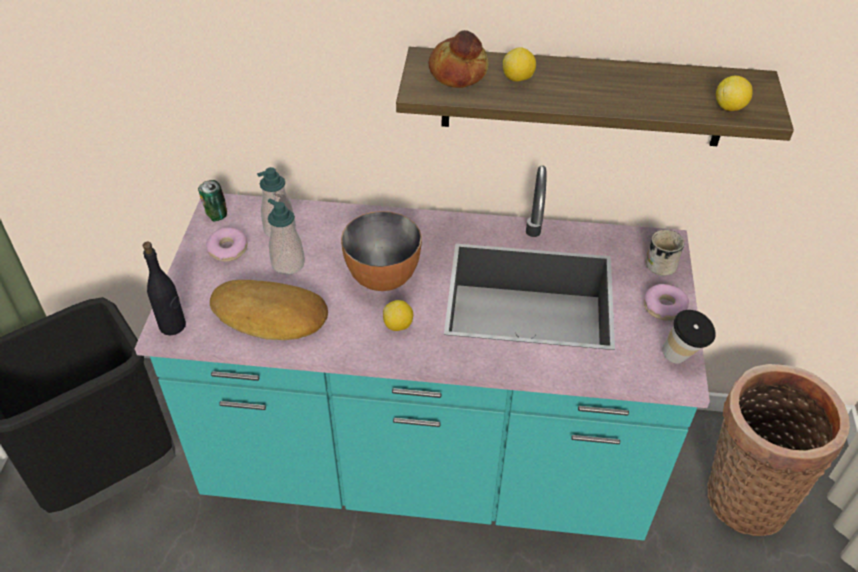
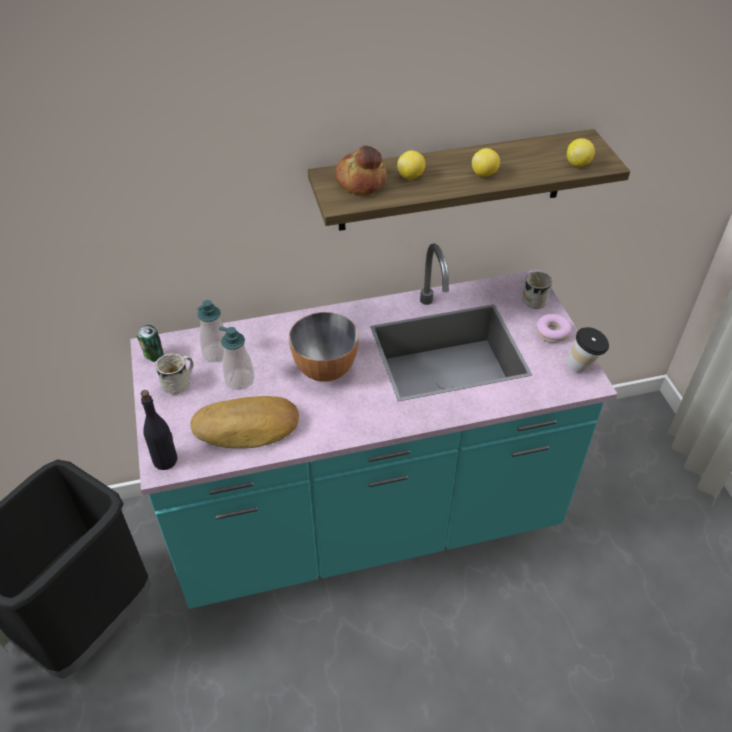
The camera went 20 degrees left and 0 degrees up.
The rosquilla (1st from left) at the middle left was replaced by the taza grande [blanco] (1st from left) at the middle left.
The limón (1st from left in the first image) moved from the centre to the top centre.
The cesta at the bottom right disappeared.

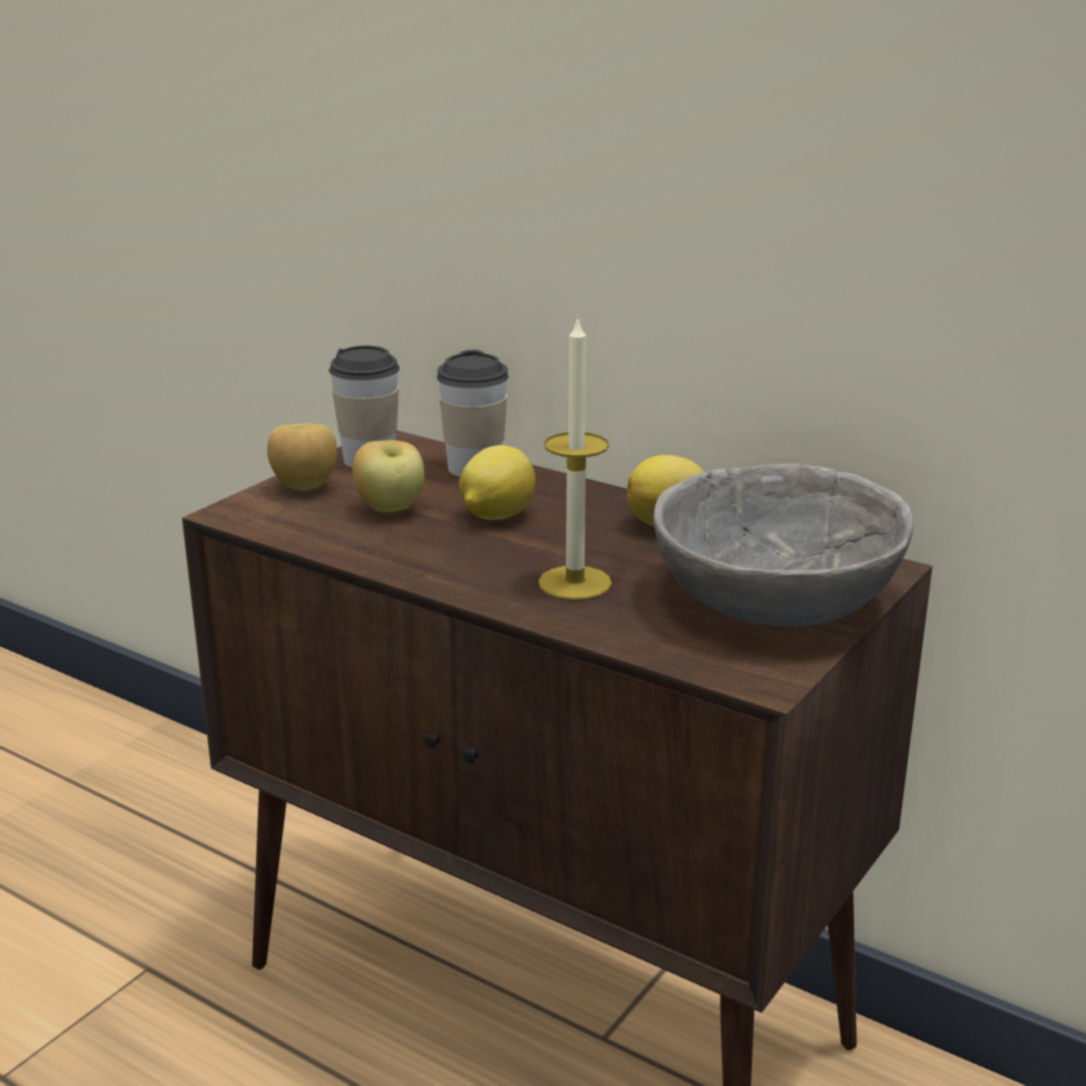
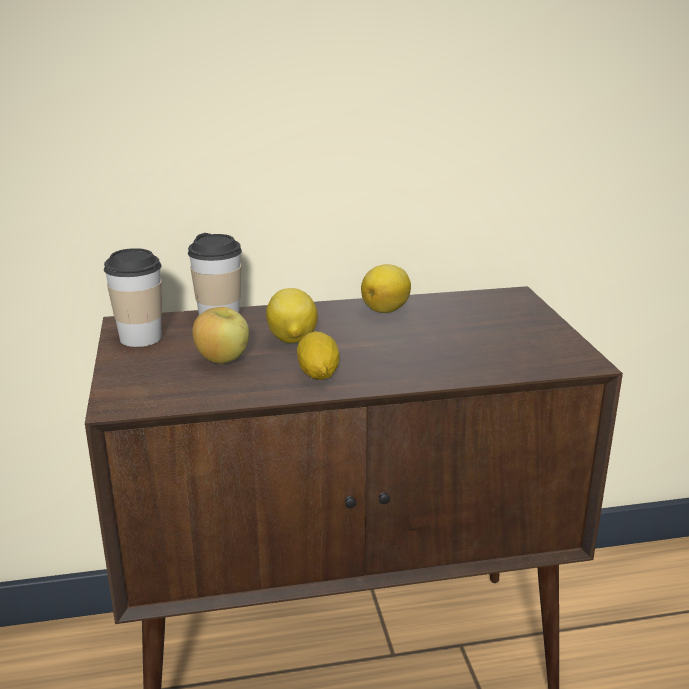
The camera went 45 degrees left and 0 degrees up.
The vela at the centre disappeared.
The manzana (1st from left) at the middle left disappeared.
The cuenco [gris] at the middle right disappeared.
The limón (2nd from left) at the centre appeared.

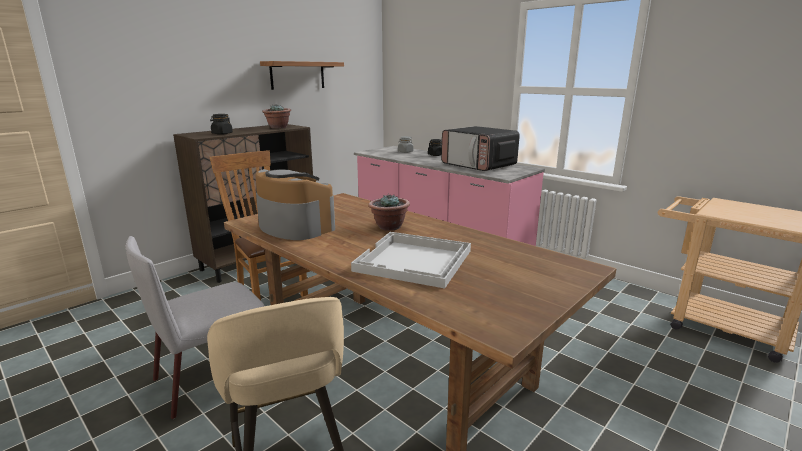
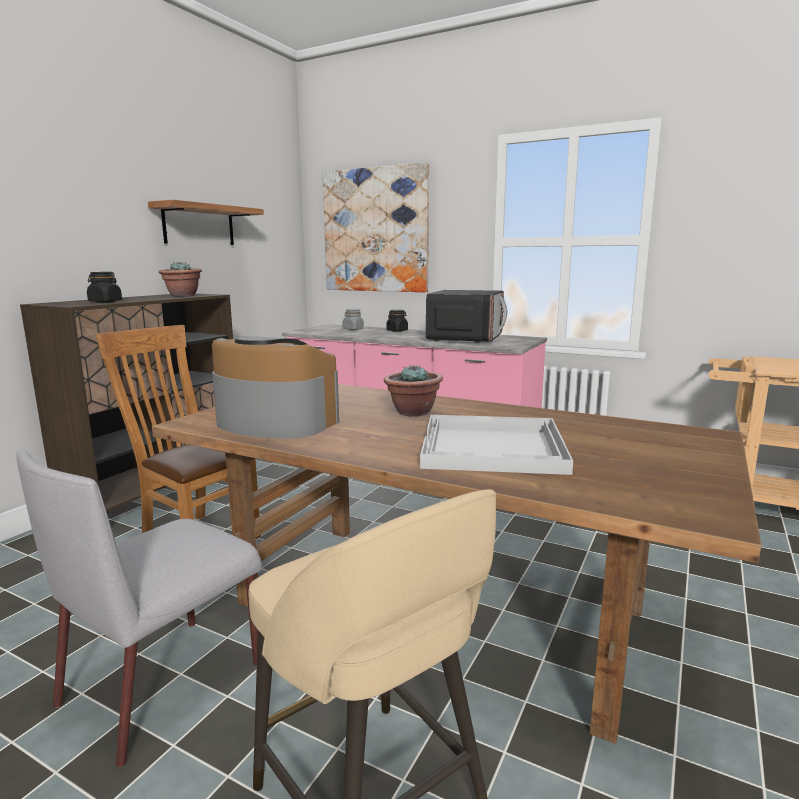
The camera went 15 degrees left and 5 degrees down.
The microondas at the top centre turned 105 degrees counterclockwise.
The cuadro at the top centre appeared.

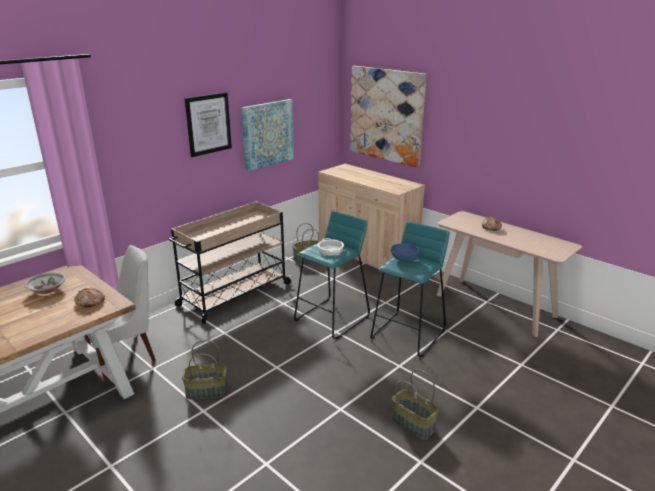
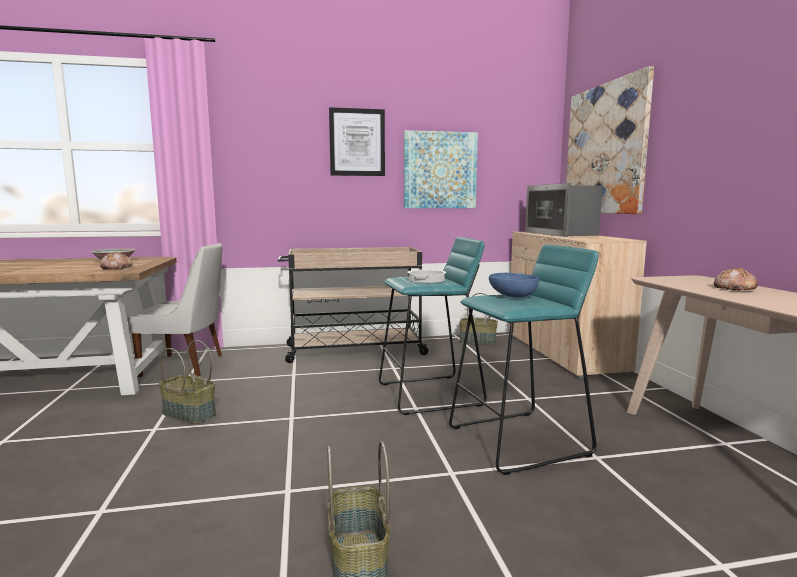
The camera went 35 degrees right and 15 degrees down.
The microondas at the middle right appeared.

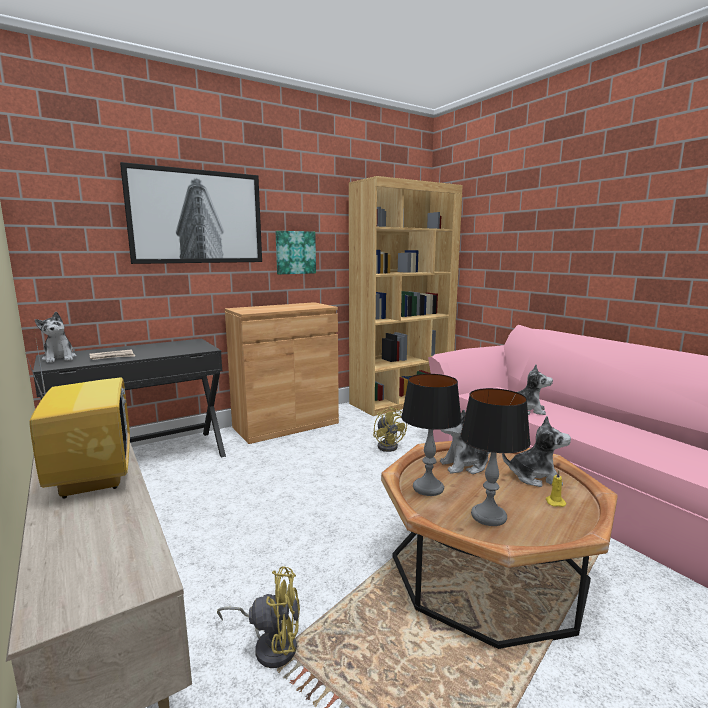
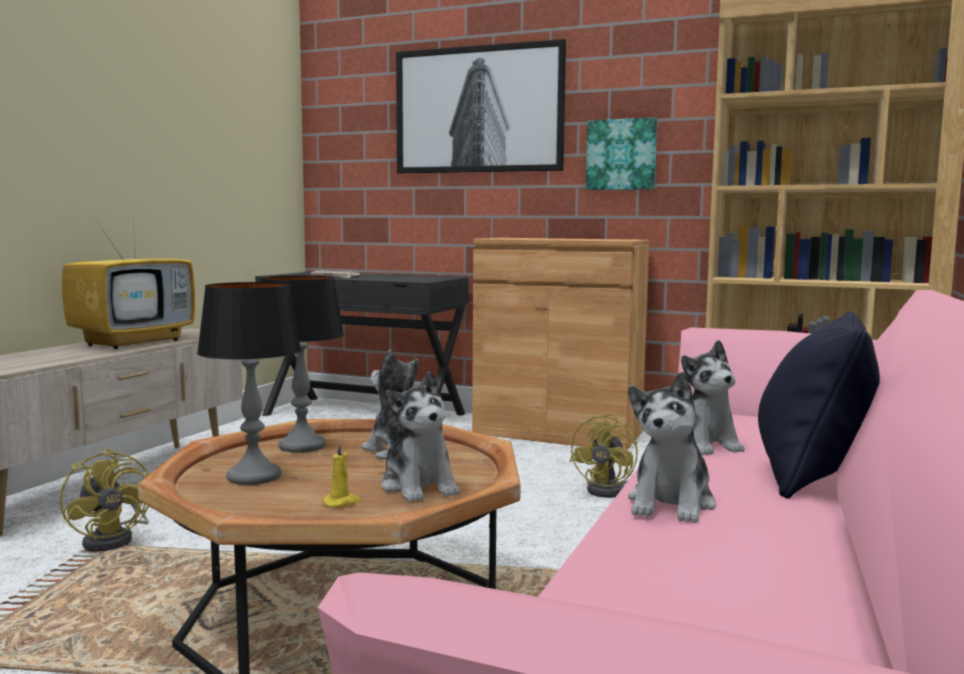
The camera went 55 degrees right and 5 degrees down.
The peluche (1st from left in the first image) moved from the middle left to the middle right.
The cojín [negro] at the middle right appeared.

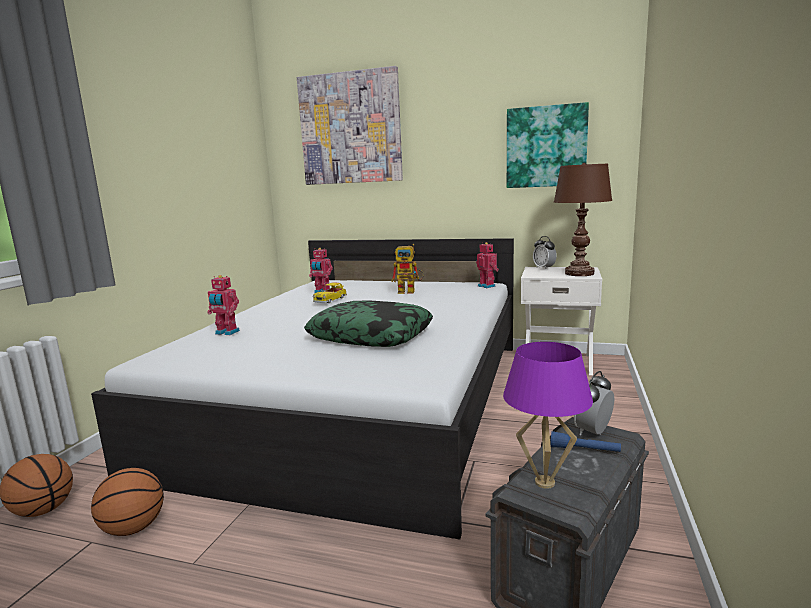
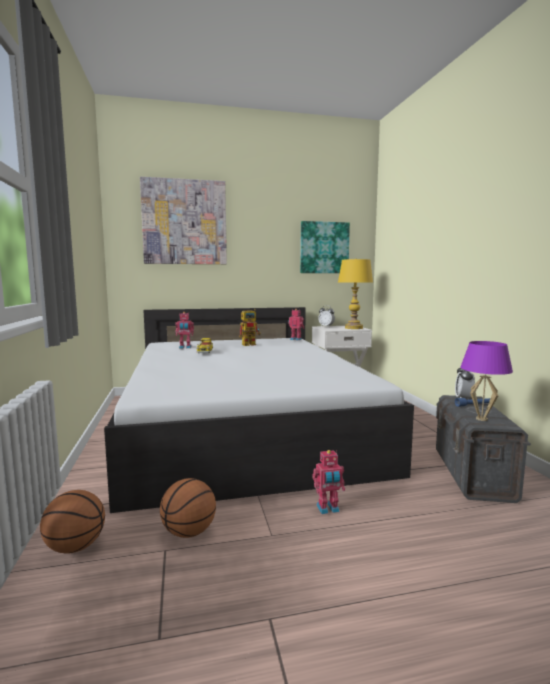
The camera went 30 degrees left and 5 degrees down.
The lámpara de mesa [marrón] at the middle right became the lámpara de mesa [amarillo] at the centre.
The robot de juguete (1st from left in the first image) moved from the middle left to the bottom centre.
The cojín at the centre disappeared.

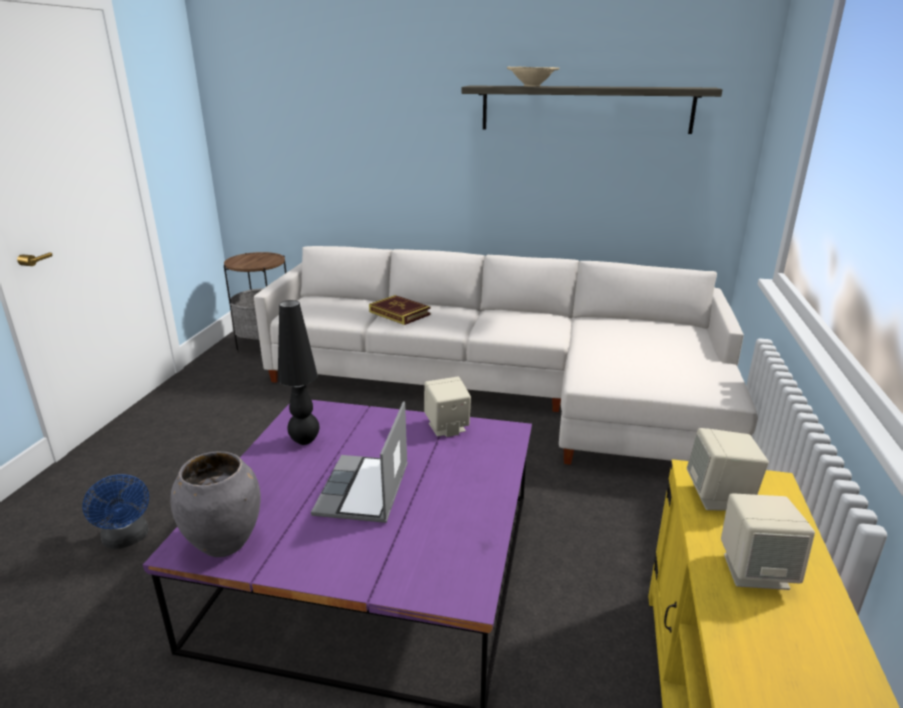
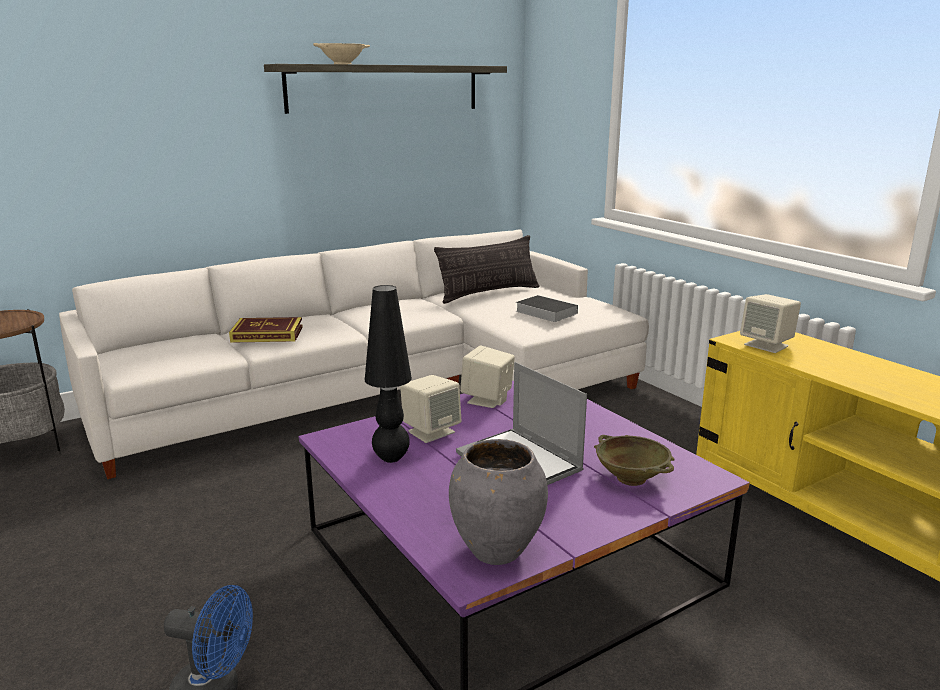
The camera went 45 degrees left and 5 degrees down.
The altavoz [beis] (3rd from left in the first image) moved from the bottom right to the centre.
The cojín at the centre appeared.
The libro (2nd from left) at the centre appeared.
The cuenco [beis] (2nd from left) at the bottom right appeared.

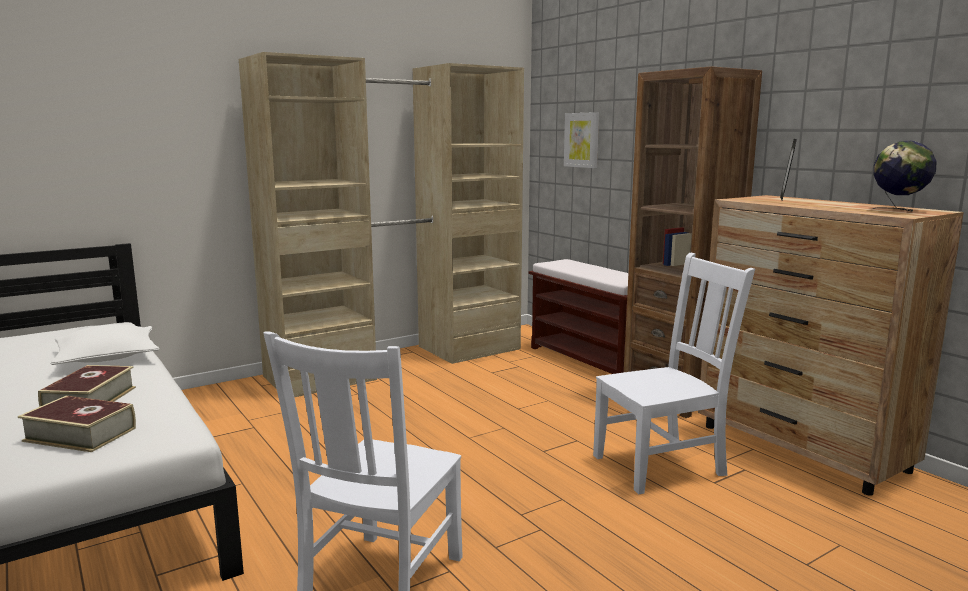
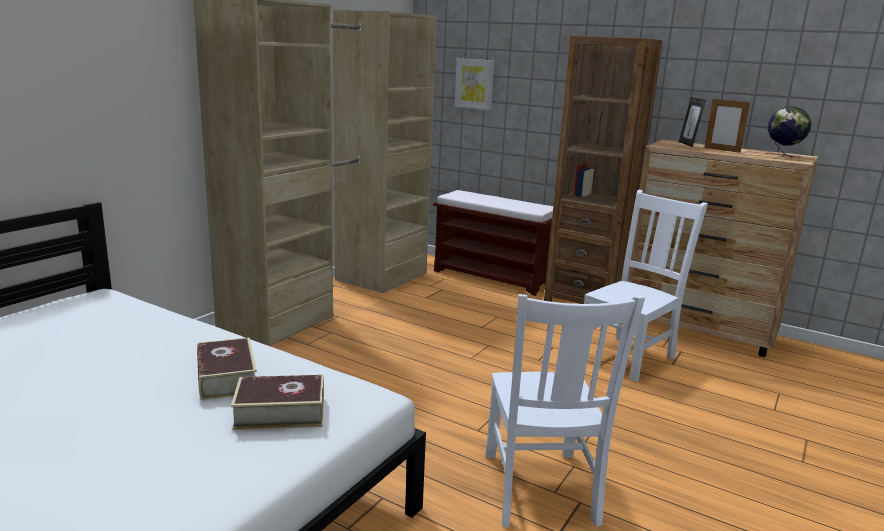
The camera went 25 degrees left and 5 degrees up.
The cojín [blanco] at the middle left disappeared.
The portarretratos (2nd from left) at the top right appeared.

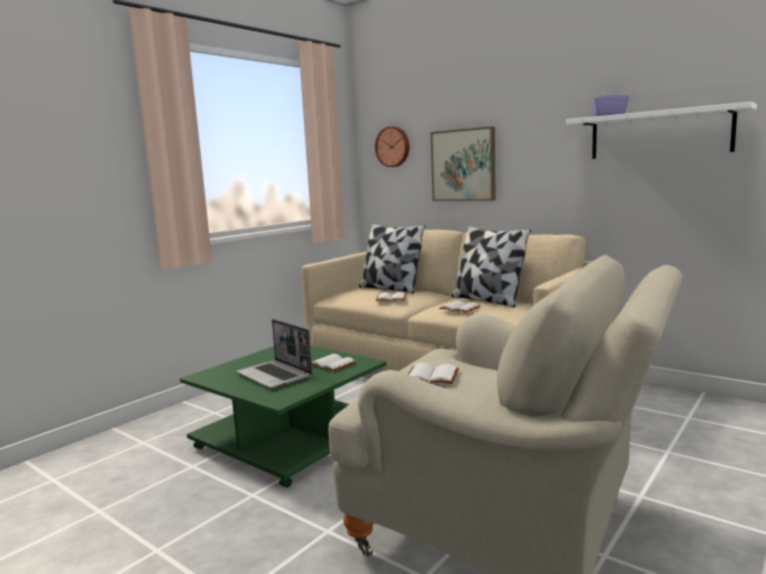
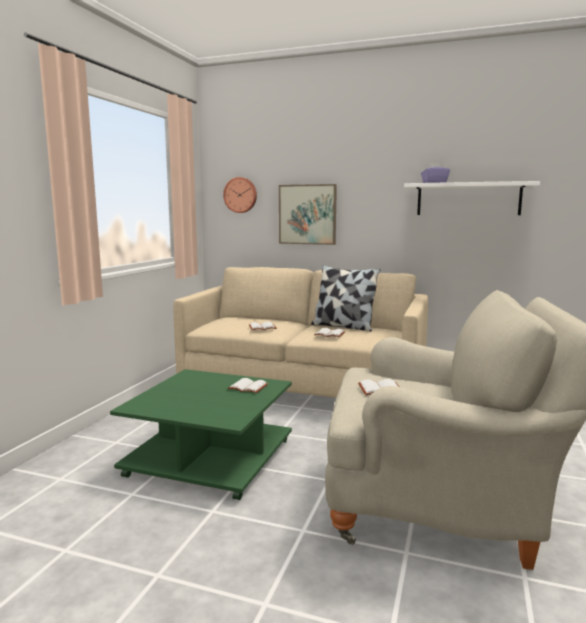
The camera went 20 degrees left and 0 degrees up.
The cojín (1st from left) at the centre disappeared.
The portátil at the centre disappeared.

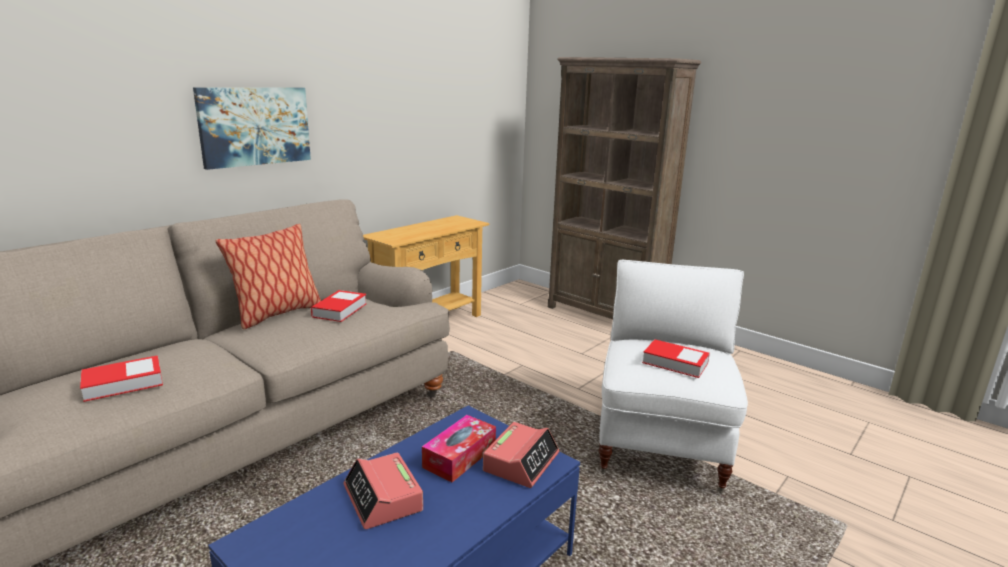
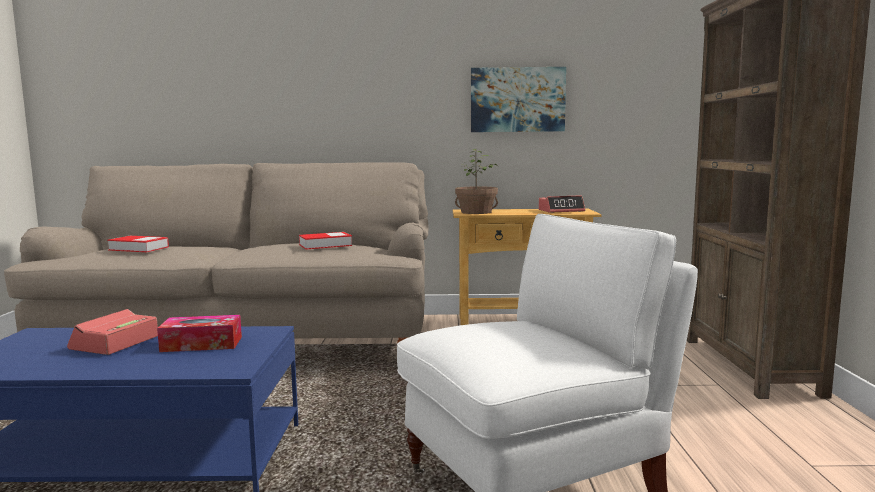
The camera went 50 degrees right and 10 degrees down.
The cuadro moved from the top left to the top centre.
The cojín at the middle left disappeared.
The libro (3rd from left) at the middle right disappeared.
The despertador (2nd from left) moved from the bottom centre to the centre.
The planta en maceta at the centre appeared.

